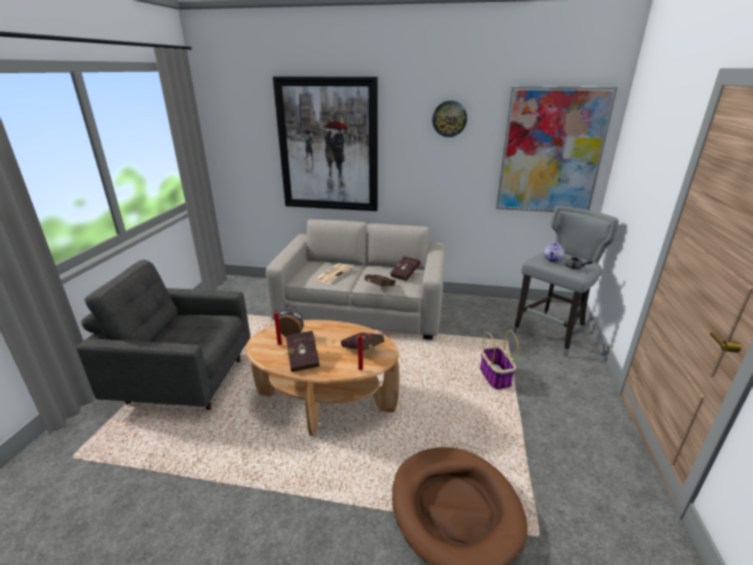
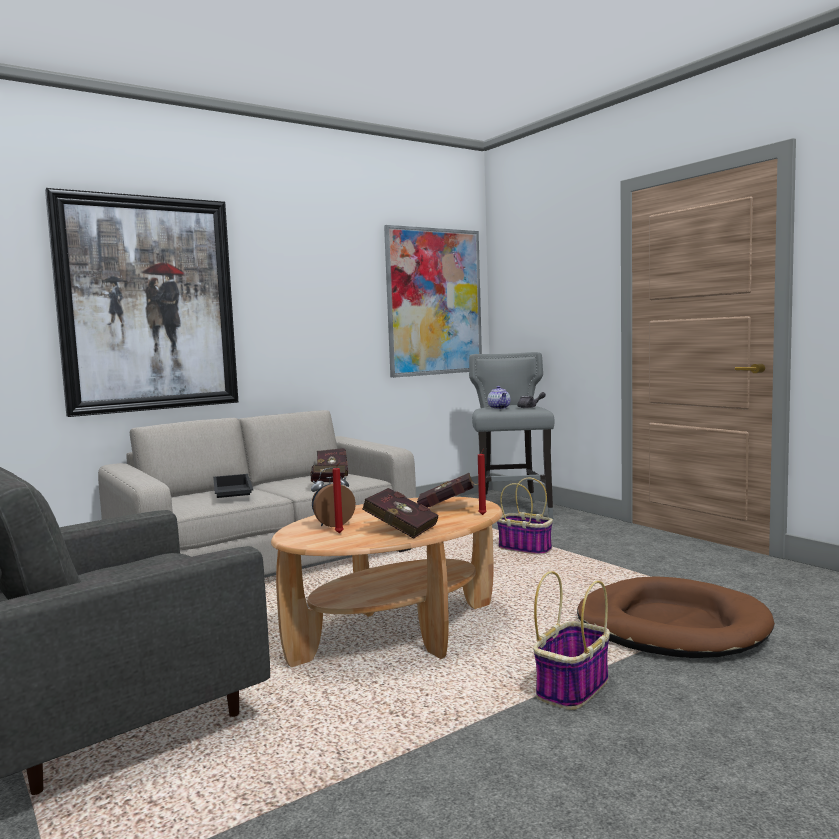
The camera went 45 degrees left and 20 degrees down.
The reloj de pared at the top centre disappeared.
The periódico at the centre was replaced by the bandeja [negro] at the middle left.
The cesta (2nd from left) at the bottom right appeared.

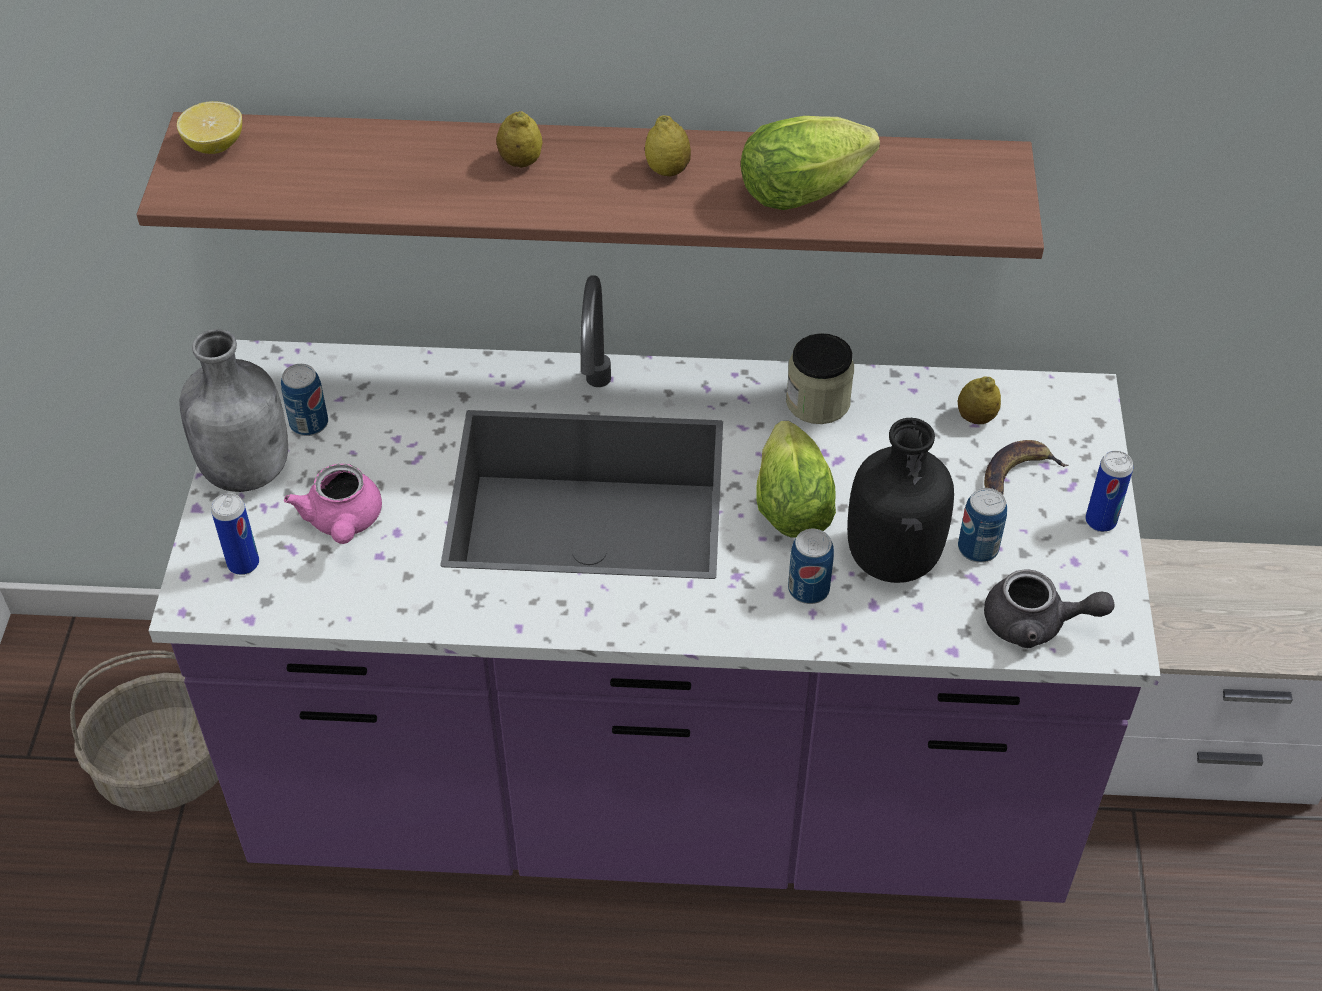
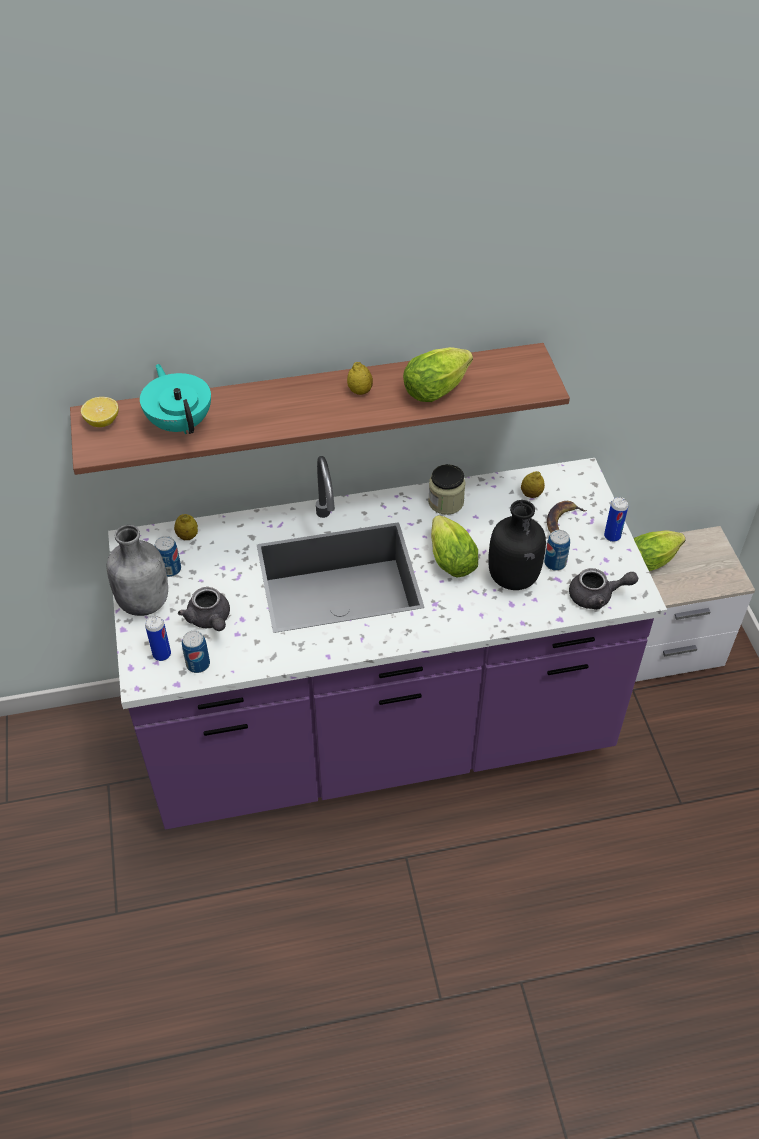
The camera went 15 degrees left and 0 degrees up.
The limón (2nd from left) moved from the top centre to the middle left.
The tetera [rosa] at the middle left became the tetera [gris] (1st from left) at the middle left.
The lata (3rd from left) moved from the centre to the middle left.
The cesta at the bottom left disappeared.
The tetera [turquesa] at the middle left appeared.
The lechuga (3rd from left) at the middle right appeared.

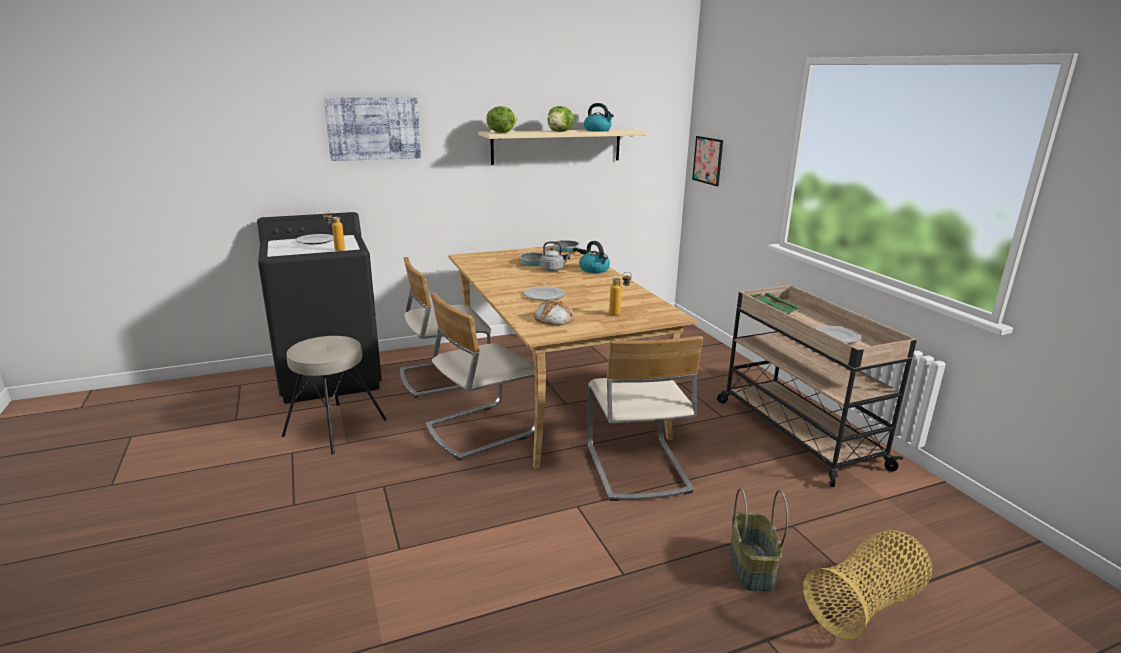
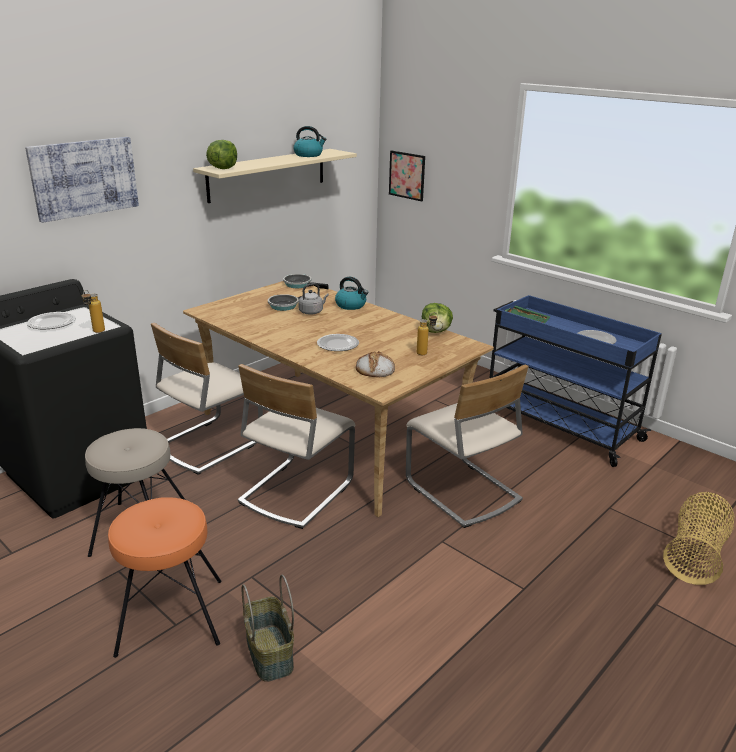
The camera went 25 degrees left and 5 degrees up.
The lechuga (2nd from left) moved from the top centre to the centre.
The carrito [beis] at the middle right became the carrito [azul] at the middle right.
The cesta (1st from left) moved from the bottom right to the bottom centre.
The taburete [naranja] at the bottom left appeared.

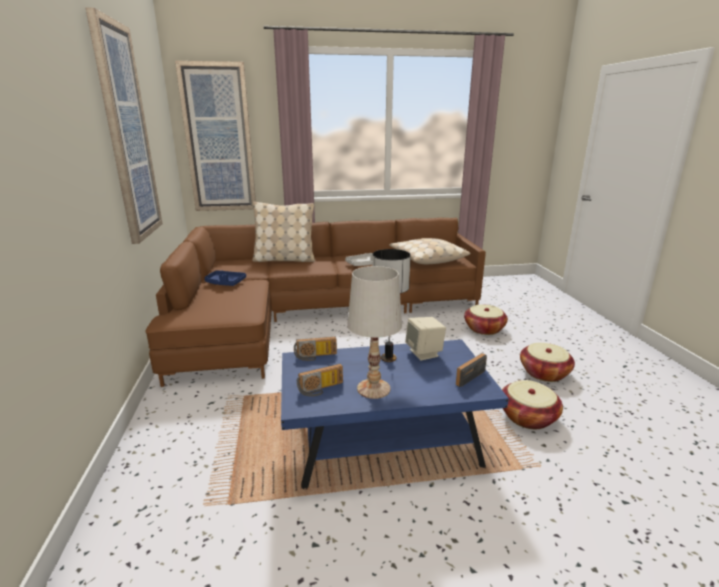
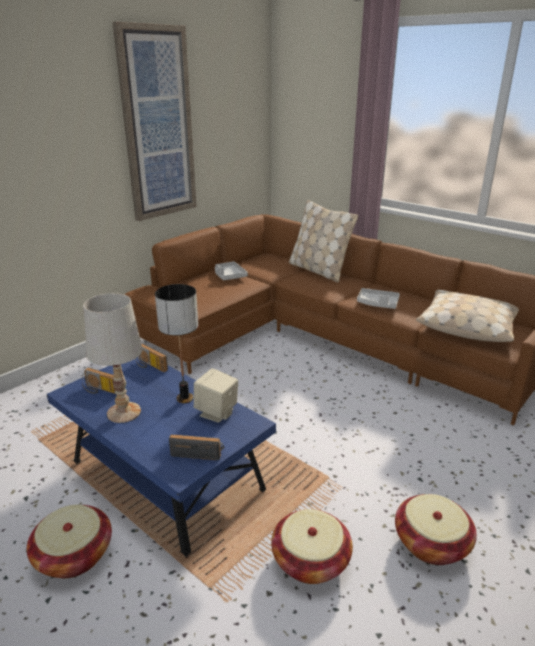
The camera went 50 degrees right and 5 degrees up.
The cuadro (2nd from left) at the top left disappeared.
The bandeja [azul] at the middle left became the bandeja [gris] (1st from left) at the centre.
The cesta (1st from left) moved from the middle right to the bottom left.

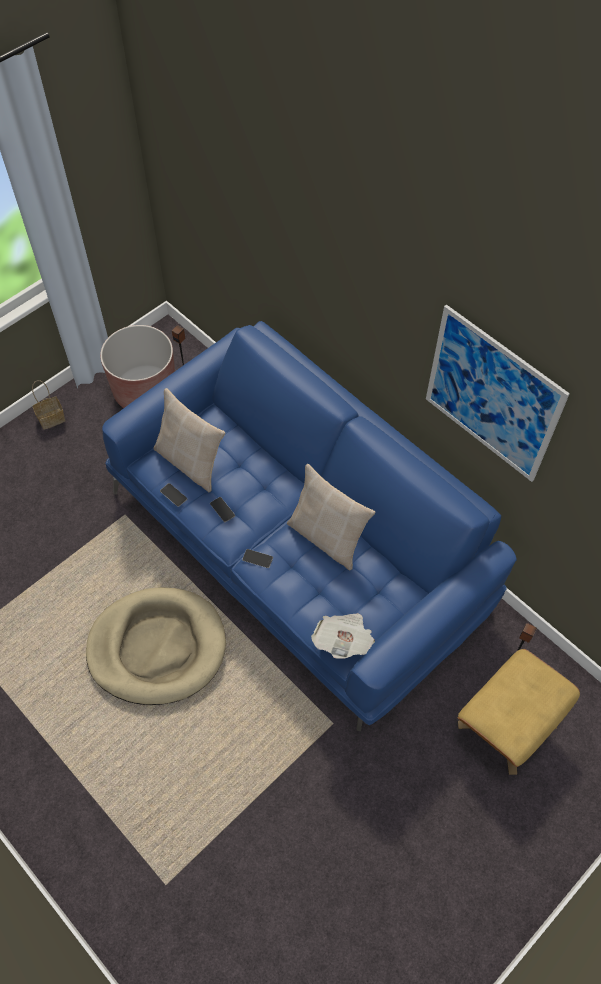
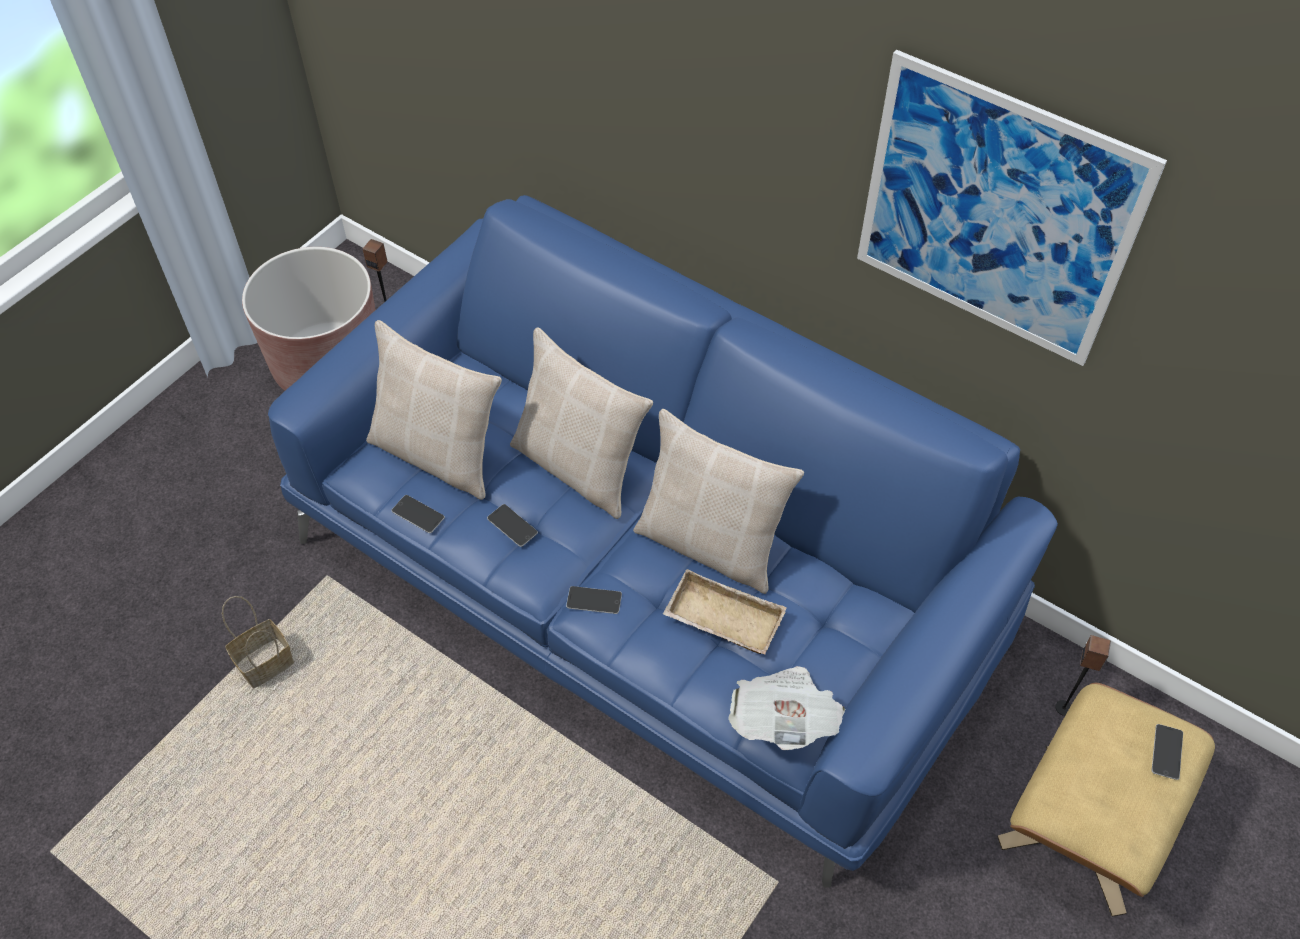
The camera went 10 degrees left and 5 degrees down.
The cesta moved from the middle left to the bottom left.
The cama para perro [beis] at the middle left disappeared.
The cojín [beis] (2nd from left) at the centre appeared.
The bandeja [beis] at the centre appeared.
The móvil (4th from left) at the bottom right appeared.

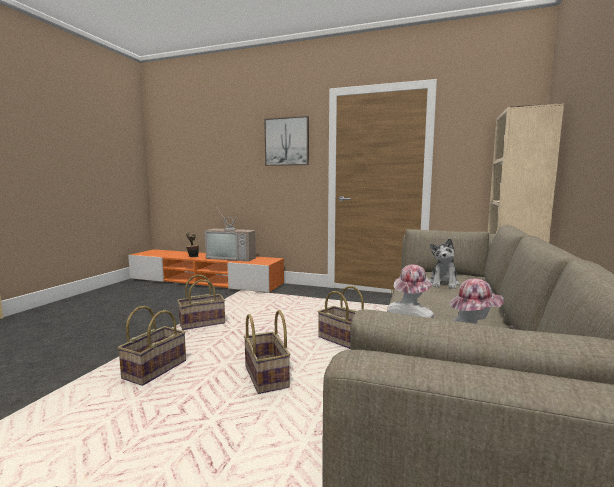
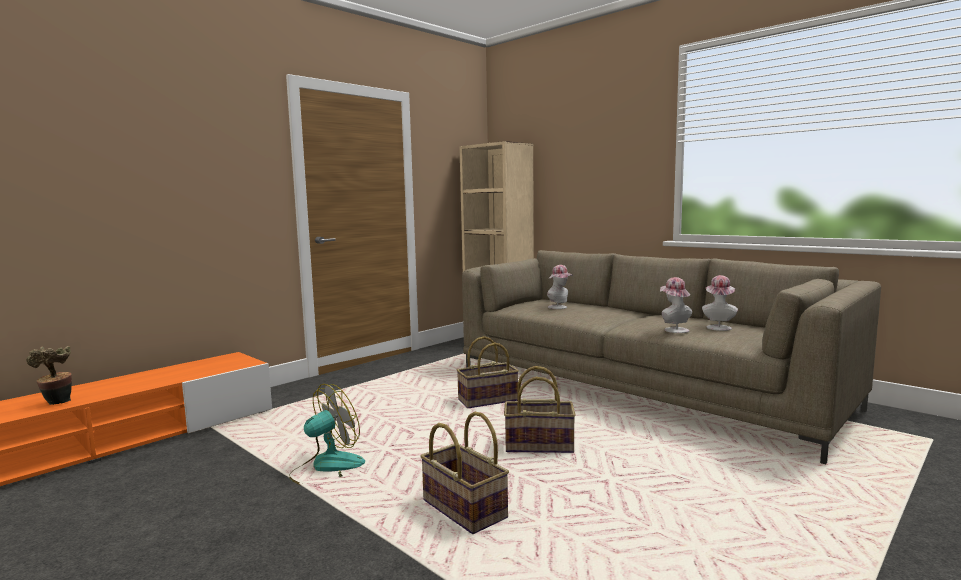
The camera went 65 degrees left and 0 degrees up.
The cuadro at the top centre disappeared.
The televisor at the centre disappeared.
The peluche at the middle right was replaced by the sombrero (1st from left) at the centre.
The cesta (2nd from left) at the middle left was replaced by the ventilador at the bottom centre.

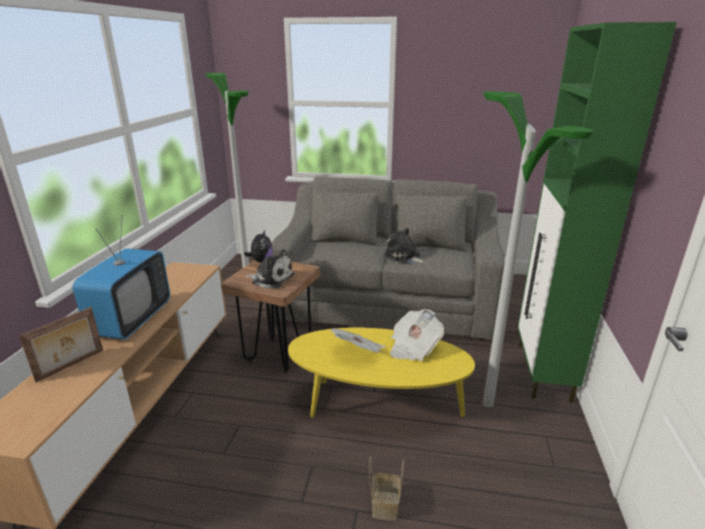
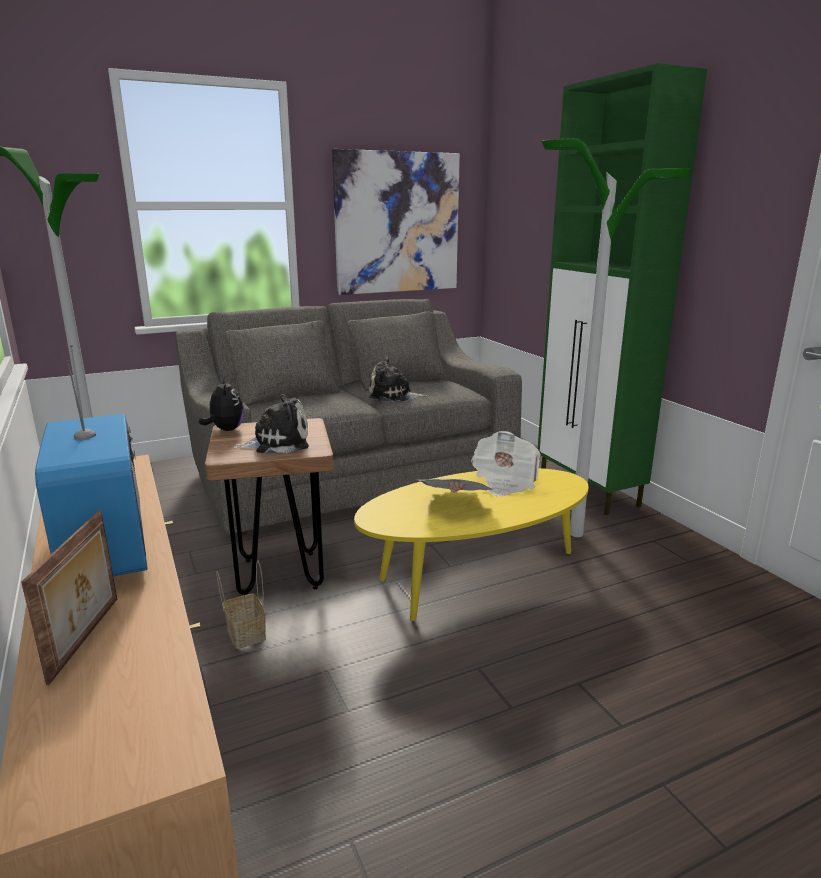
The camera went 35 degrees left and 5 degrees down.
The cesta moved from the bottom centre to the bottom left.
The cuadro at the top centre appeared.

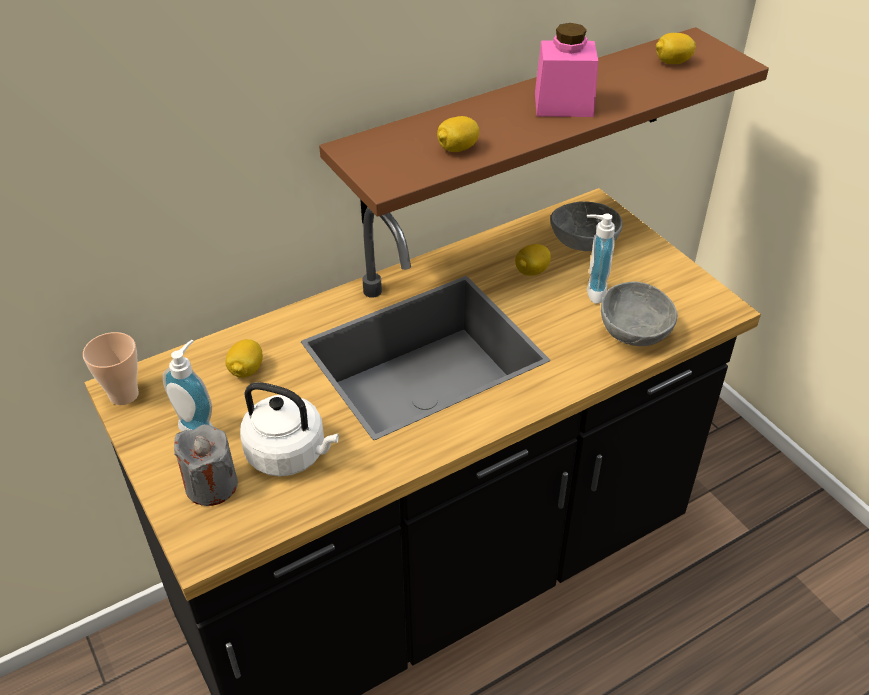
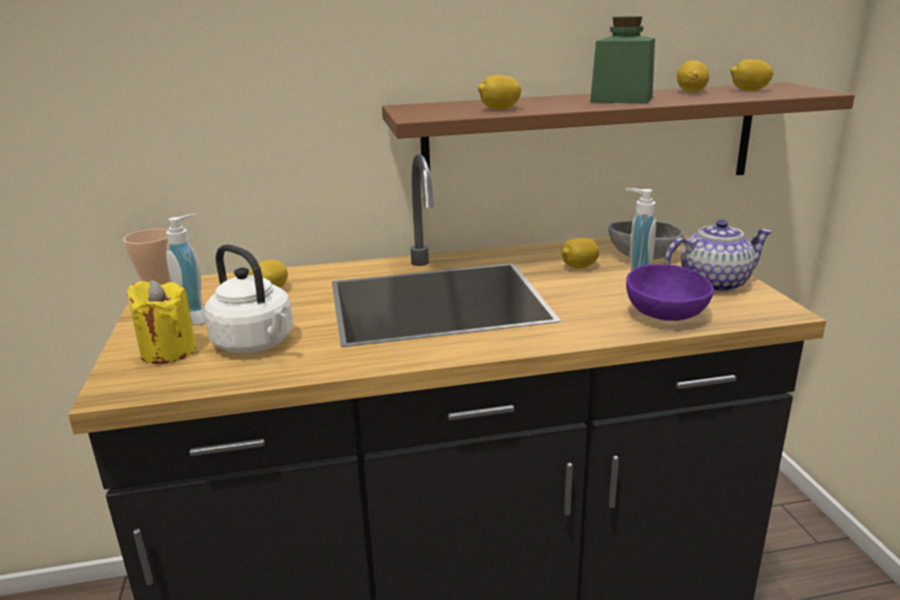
The camera went 20 degrees right and 20 degrees down.
The tarro [rosa] at the top centre became the tarro [verde] at the top right.
The cuenco [gris] (2nd from left) at the middle right became the cuenco [morado] at the middle right.
The vela [gris] at the bottom left became the vela [amarillo] at the middle left.
The limón (4th from left) at the top right appeared.
The tetera at the middle right appeared.

